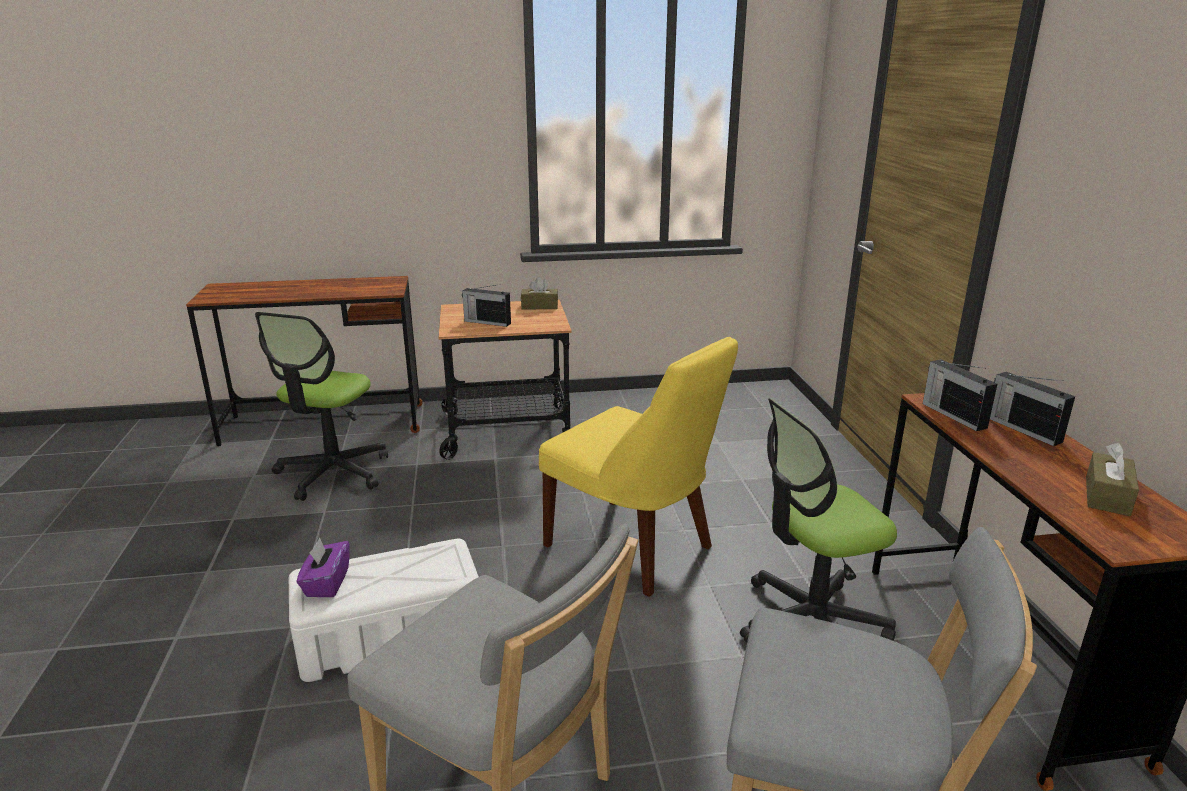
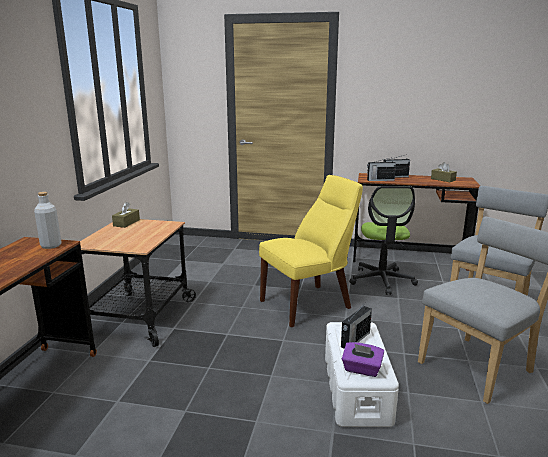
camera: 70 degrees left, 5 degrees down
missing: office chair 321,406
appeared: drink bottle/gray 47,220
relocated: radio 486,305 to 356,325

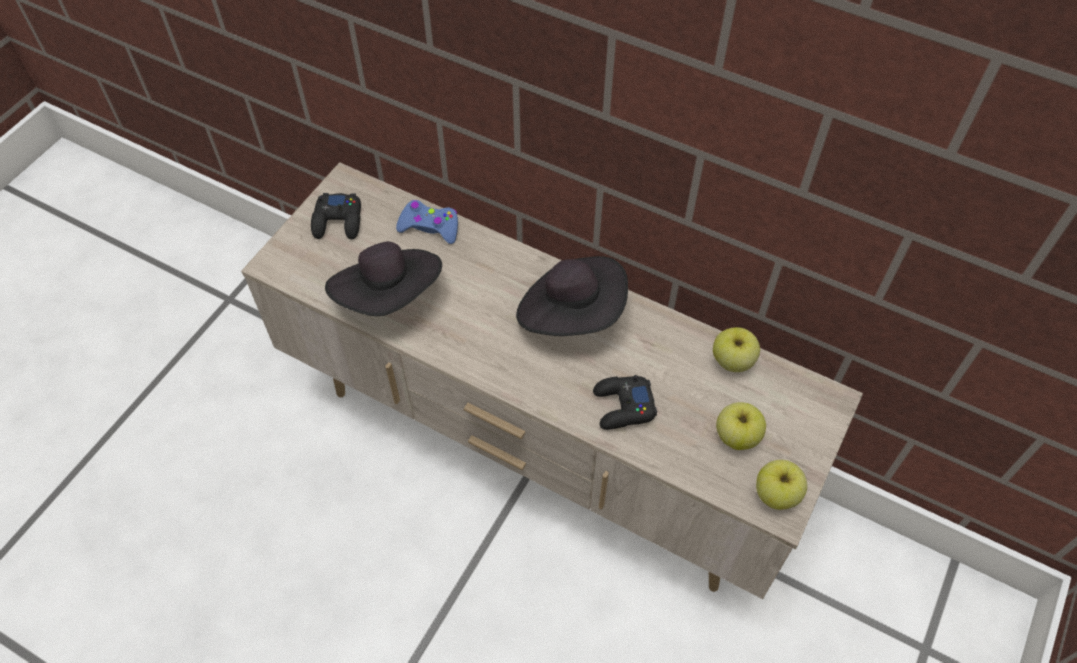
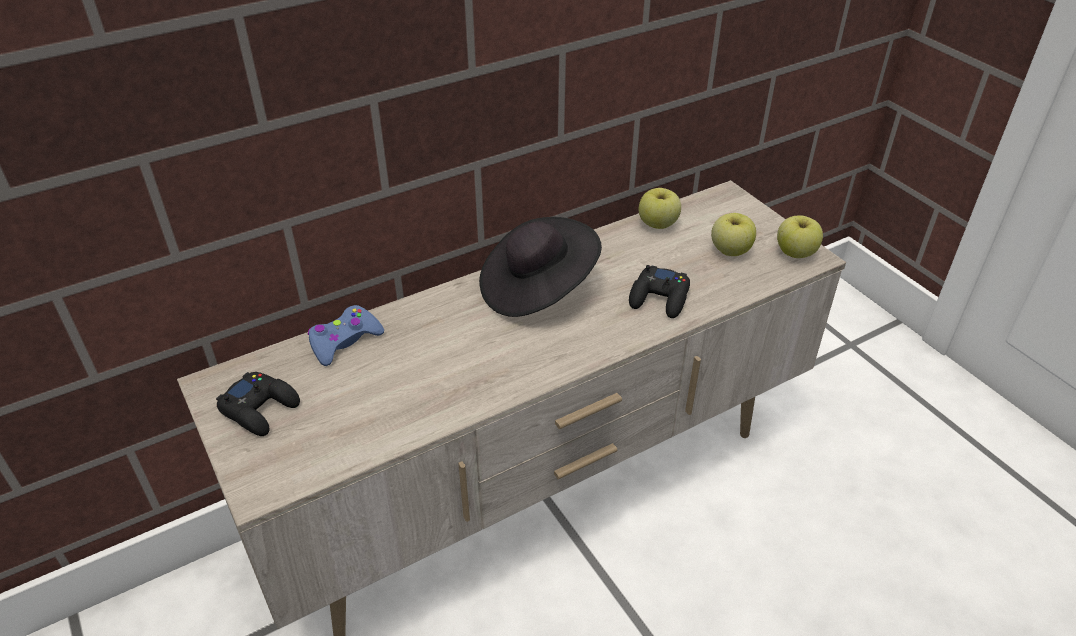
camera: 60 degrees left, 15 degrees down
missing: wearable hat/black-coloured 383,278

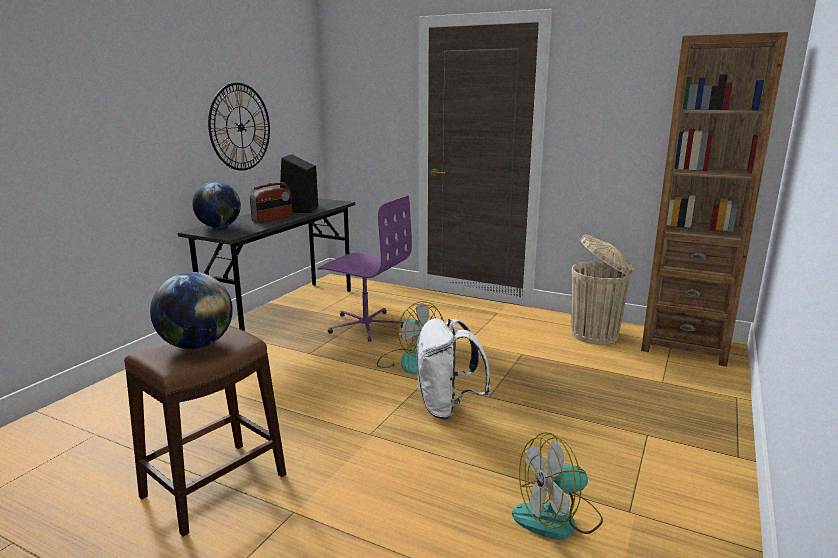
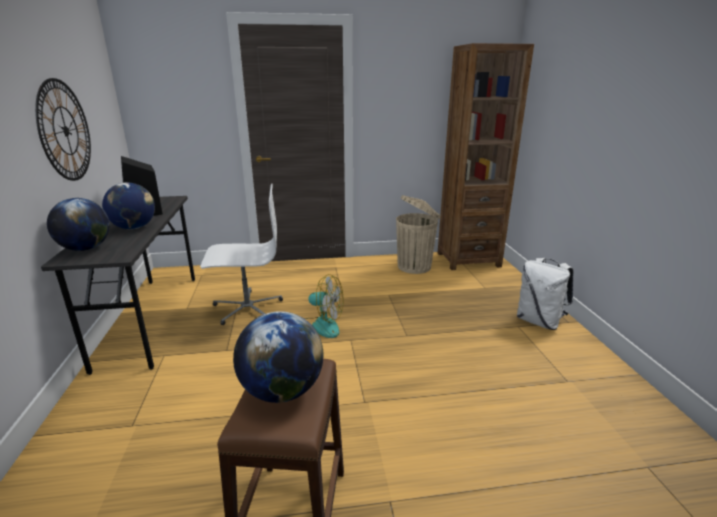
camera: 35 degrees left, 5 degrees up
missing: electric fan 557,486
relocated: rucksack/white-coloured 454,369 to 545,294
exchanged: radio 271,202 to desk globe 128,205
colour: office chair/purple-coloured 365,268 to office chair/white-coloured 241,254

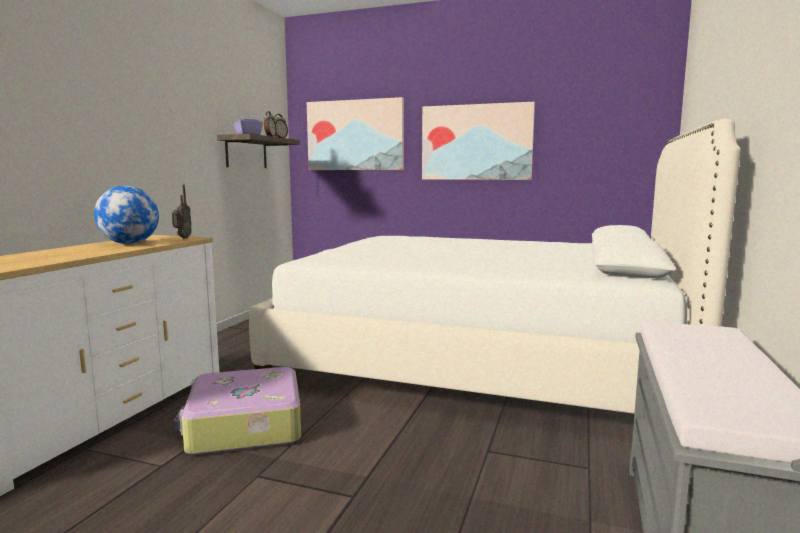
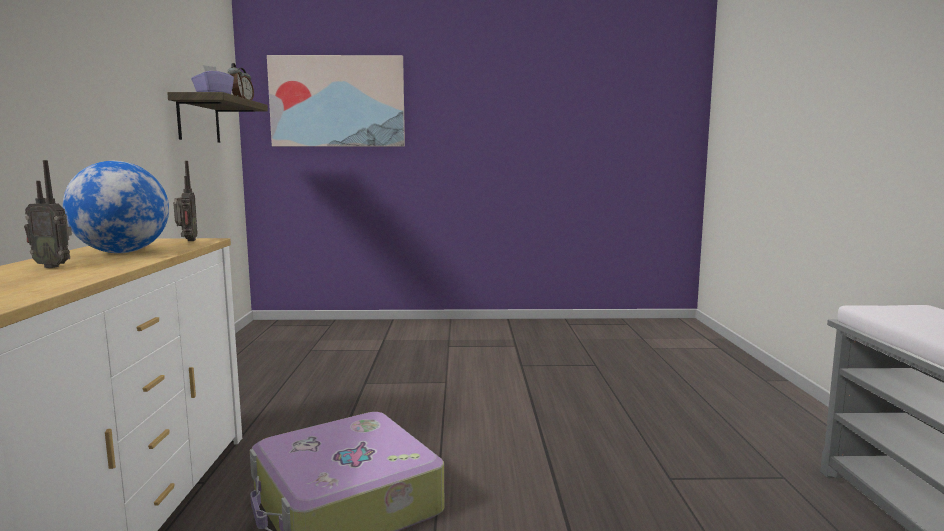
camera: 20 degrees left, 0 degrees up
missing: picture 478,141; bedroom bed/white-coloured 495,266
appeared: radio 48,214

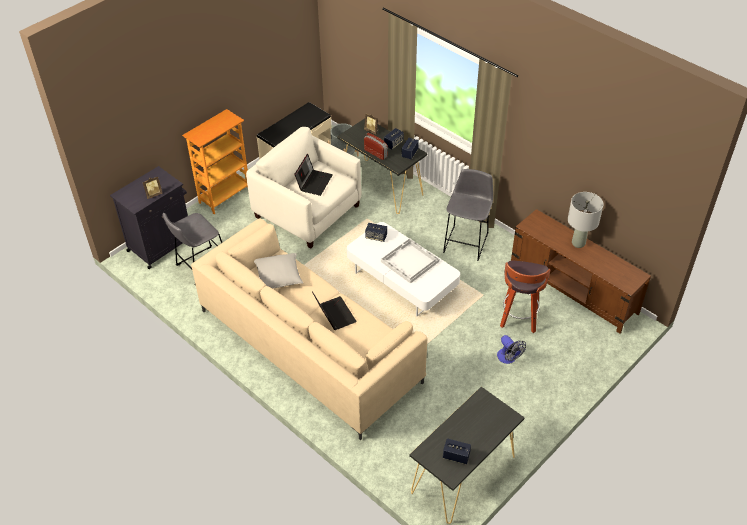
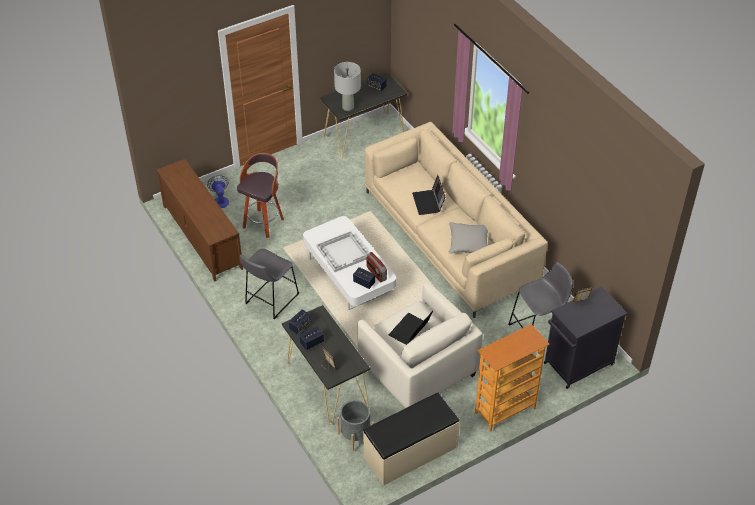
camera: 165 degrees left, 0 degrees up
relocated: radio 376,146 to 377,267; lamp for a table/gray 585,220 to 347,86; electric fan 511,349 to 218,191

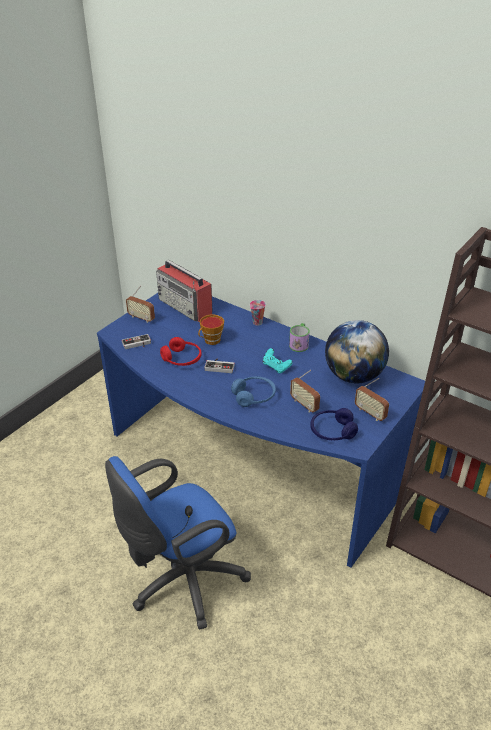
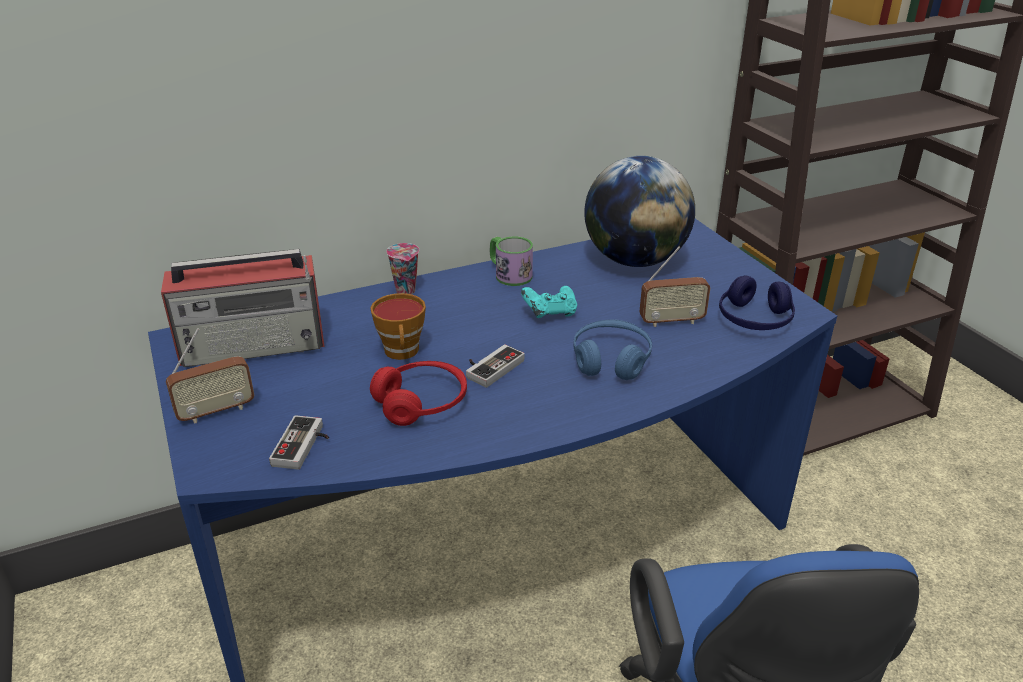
camera: 60 degrees left, 5 degrees down
missing: radio 372,399

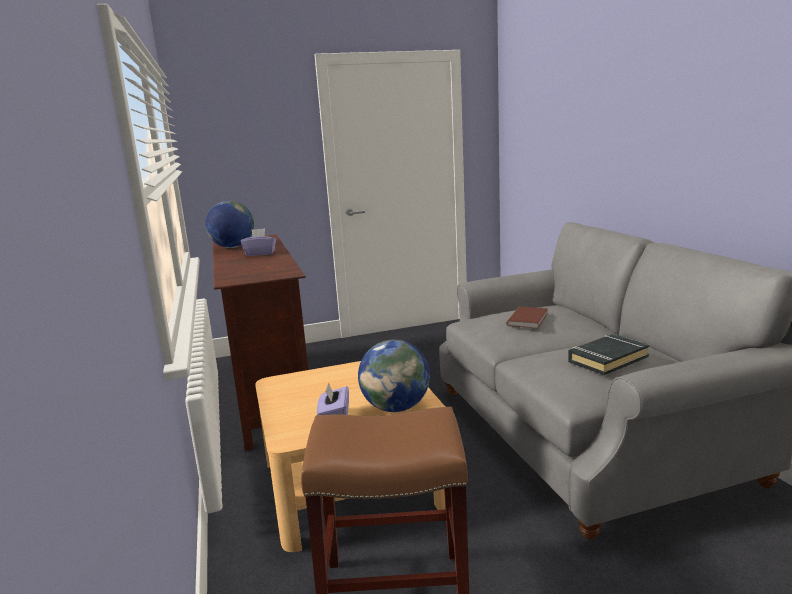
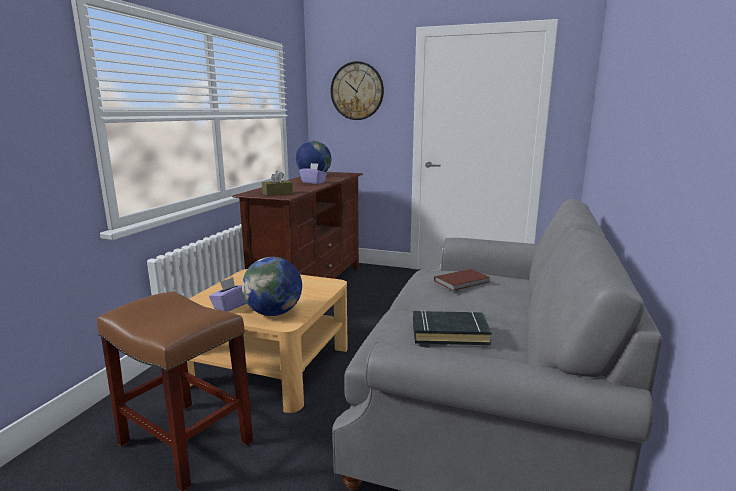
camera: 35 degrees right, 0 degrees up
appeared: wall clock 357,90; tissue holder/brownish 277,183

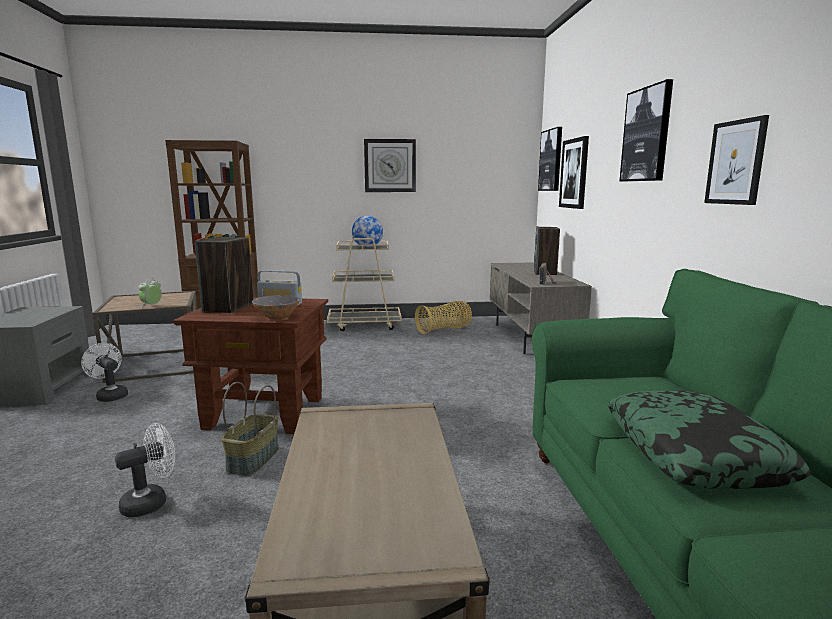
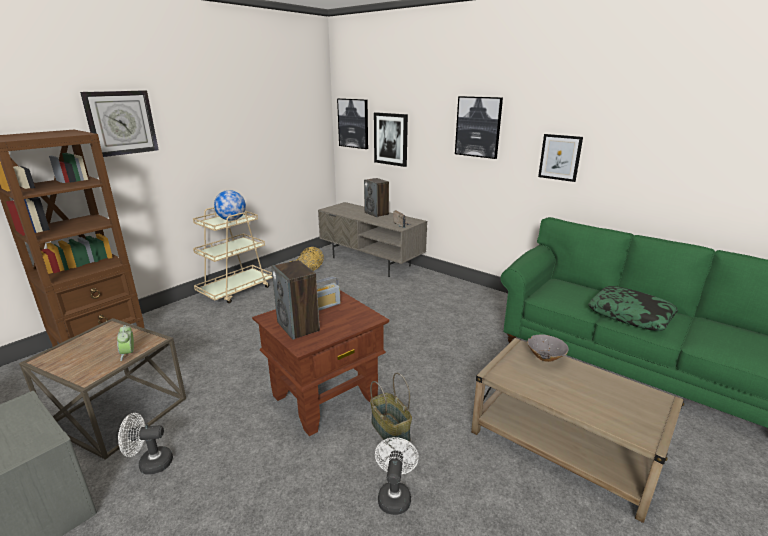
camera: 45 degrees left, 10 degrees up
relocated: wall clock 390,165 to 119,123; bowl/gray 276,307 to 548,348

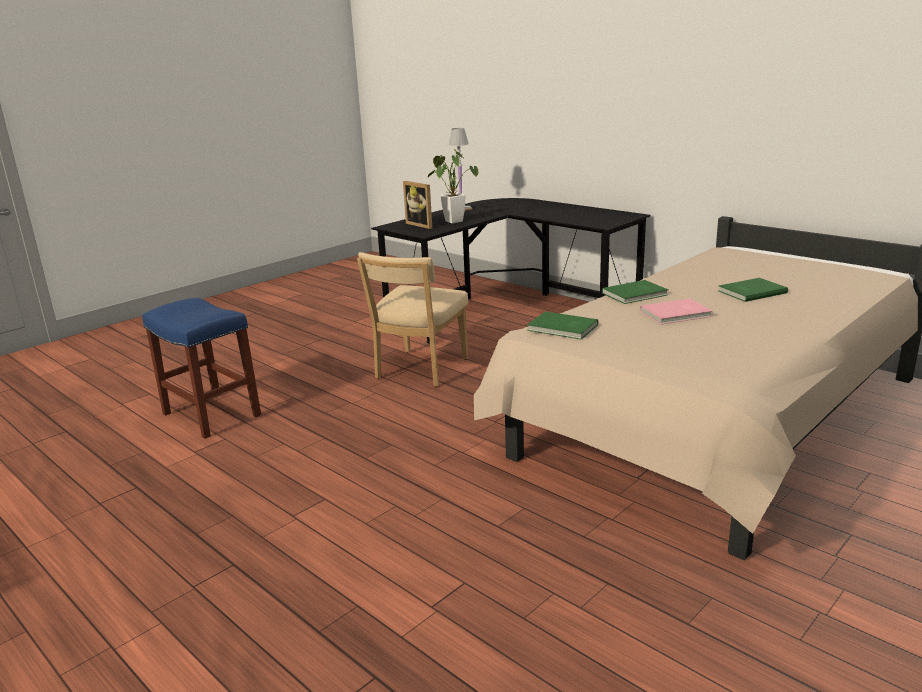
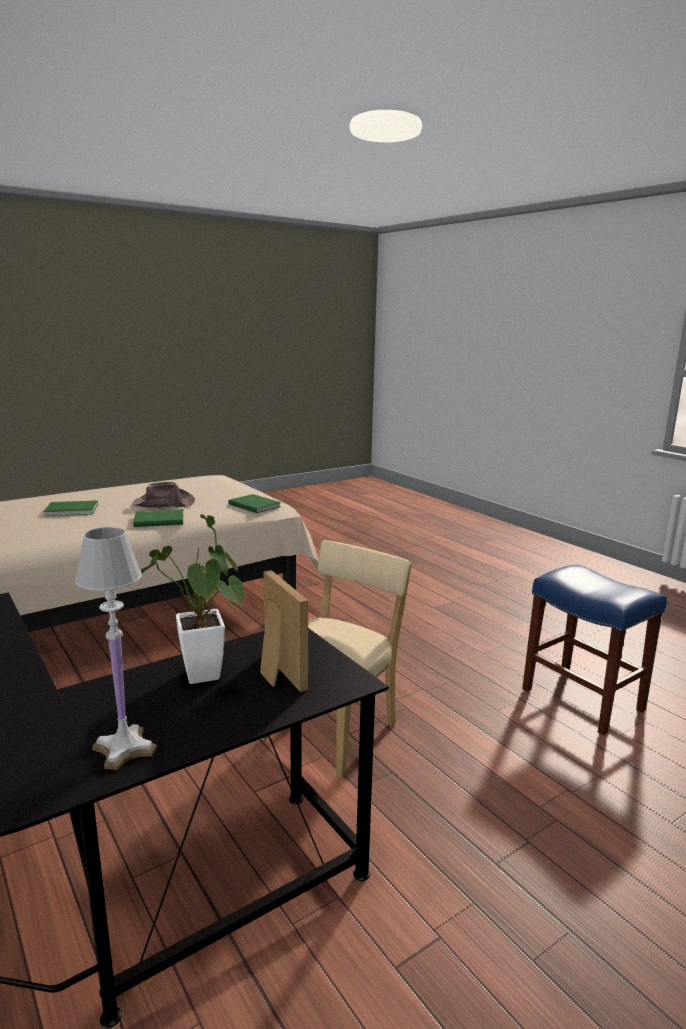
camera: 170 degrees left, 5 degrees down
exchanged: volume/pink-coloured 676,311 to wearable hat/brownish 163,495

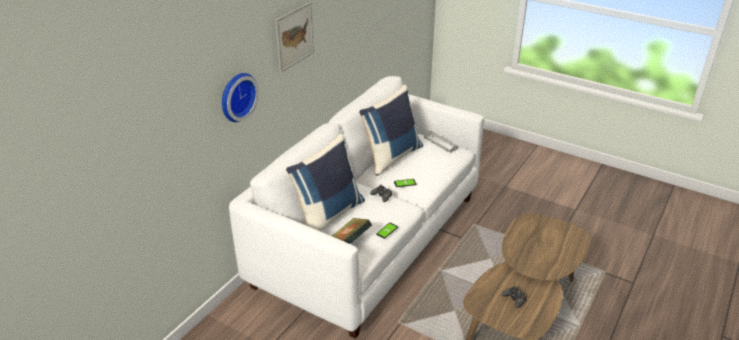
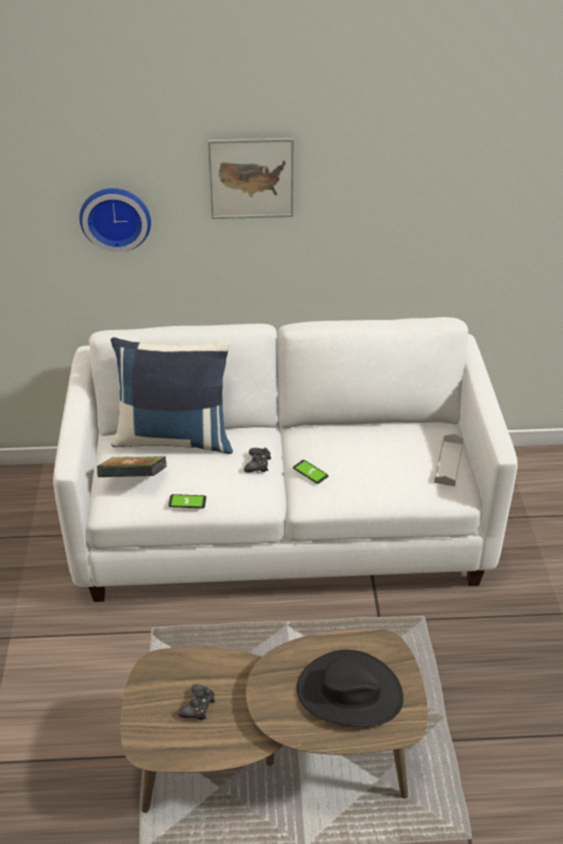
camera: 55 degrees right, 5 degrees up
missing: cushion/blue-coloured 391,130
appeared: wearable hat/black-coloured 350,688

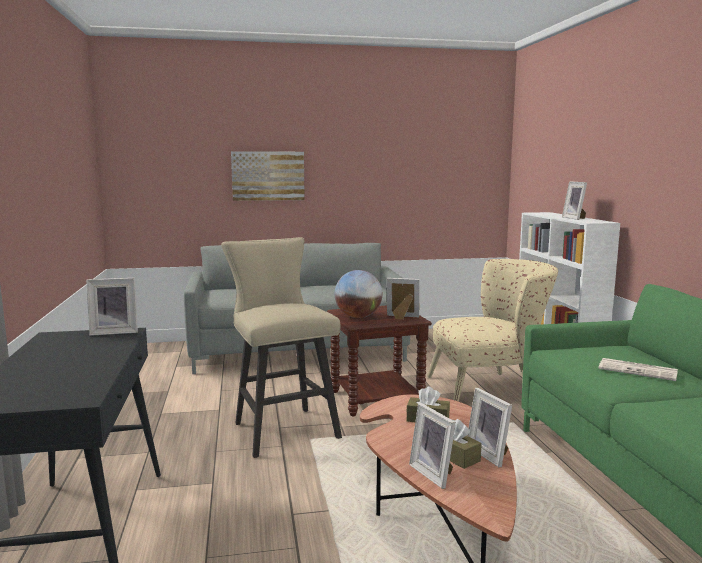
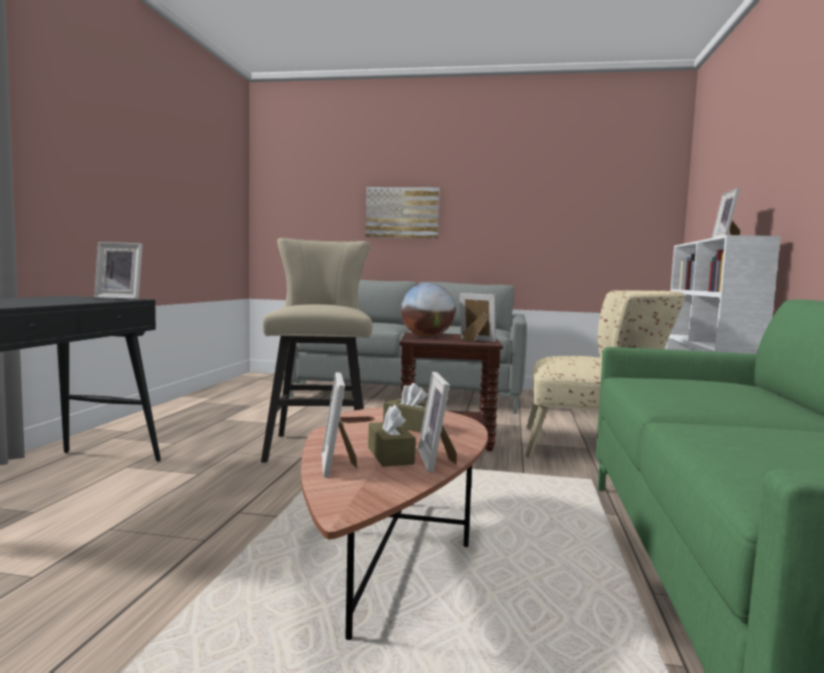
camera: 20 degrees right, 5 degrees down
missing: printed paper 638,369

